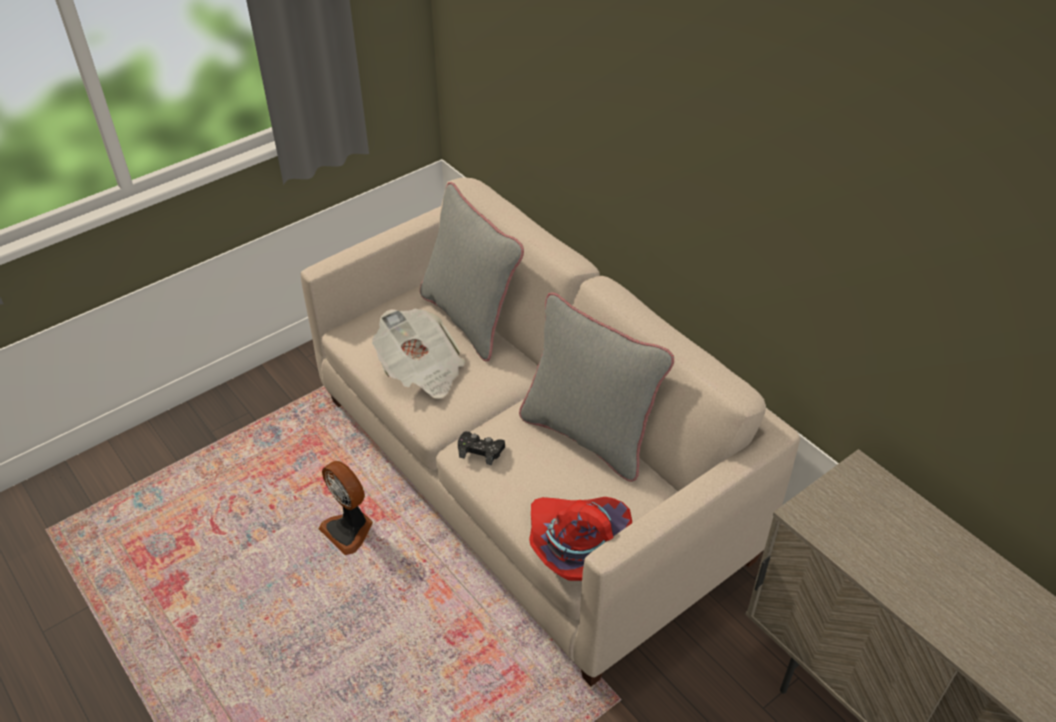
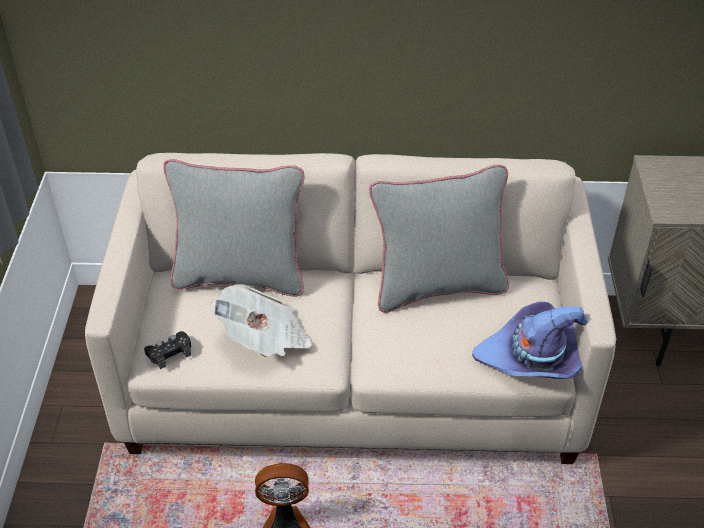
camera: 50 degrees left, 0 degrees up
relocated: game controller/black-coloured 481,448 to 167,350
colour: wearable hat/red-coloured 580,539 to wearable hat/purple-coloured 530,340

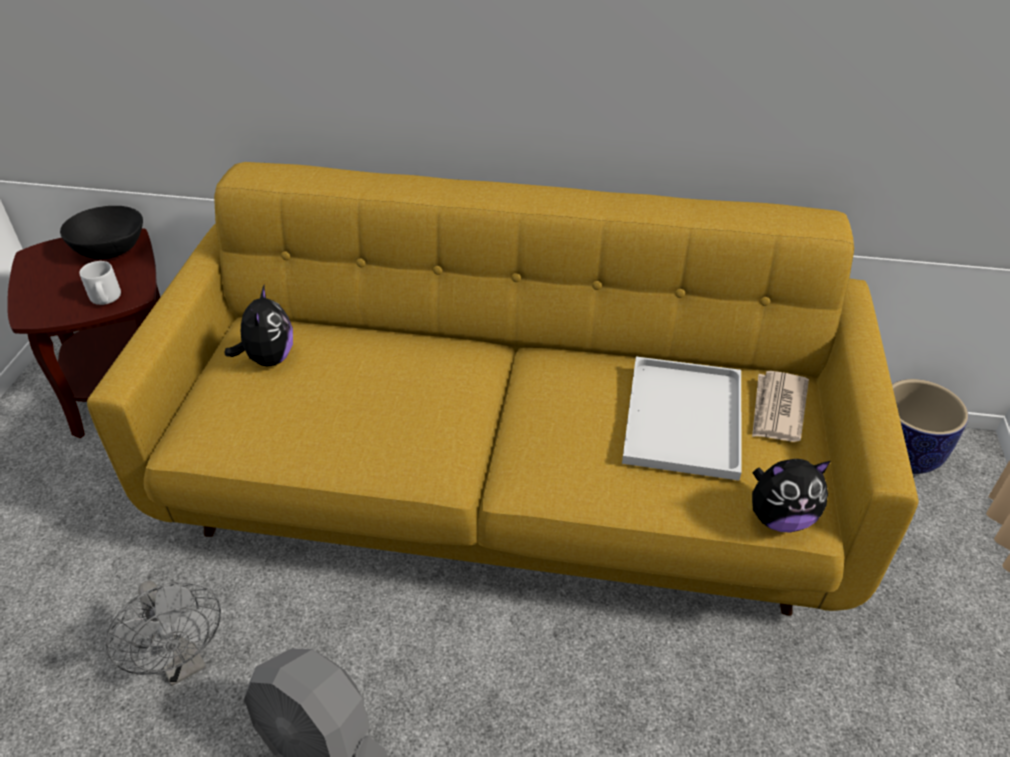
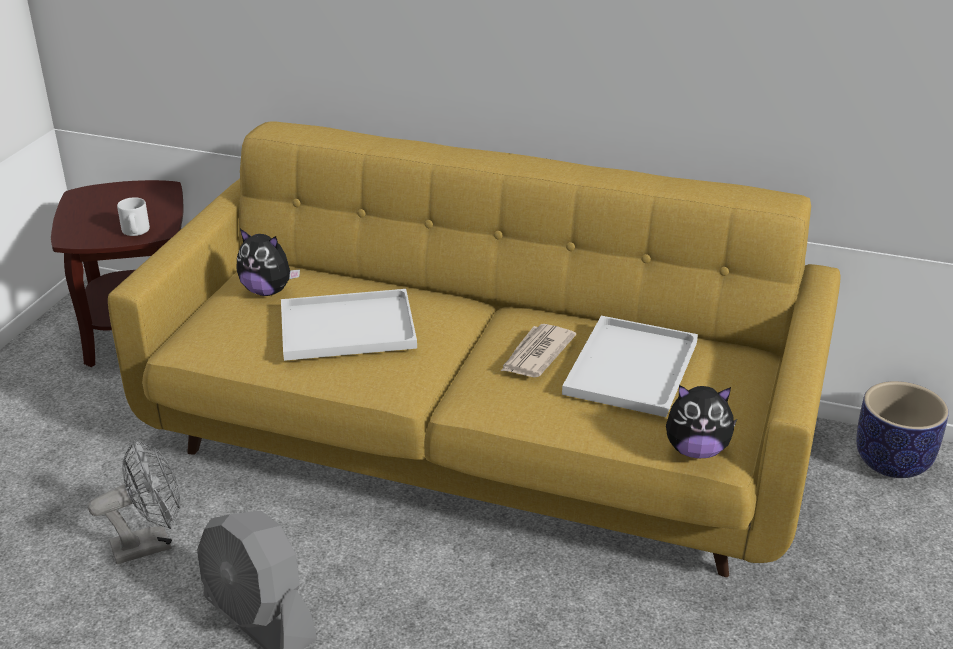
camera: 10 degrees right, 10 degrees down
missing: bowl/black-coloured 101,232
appeared: serving tray/white-coloured 349,325
relocated: printed paper 780,406 to 538,350
spun: cuddly toy 259,325 = 268,262 105 degrees clockwise; electric fan/gray 163,633 = 134,501 90 degrees counterclockwise

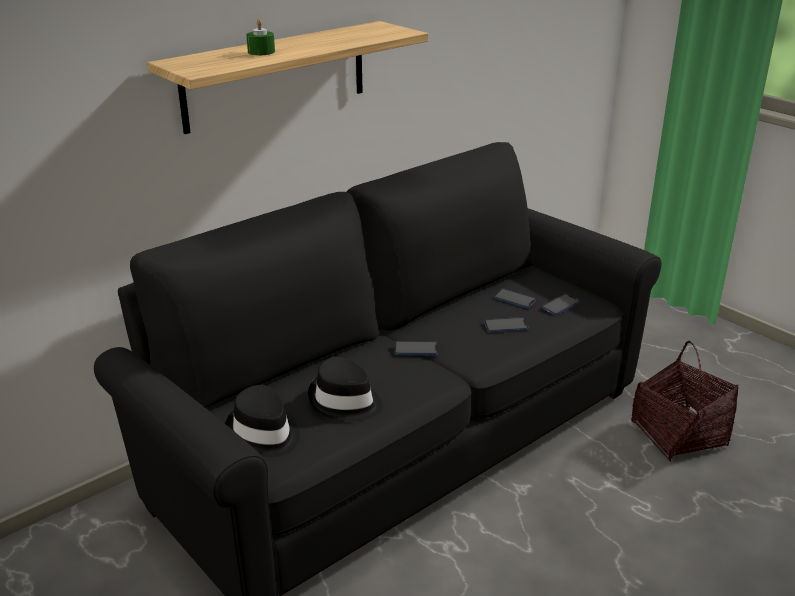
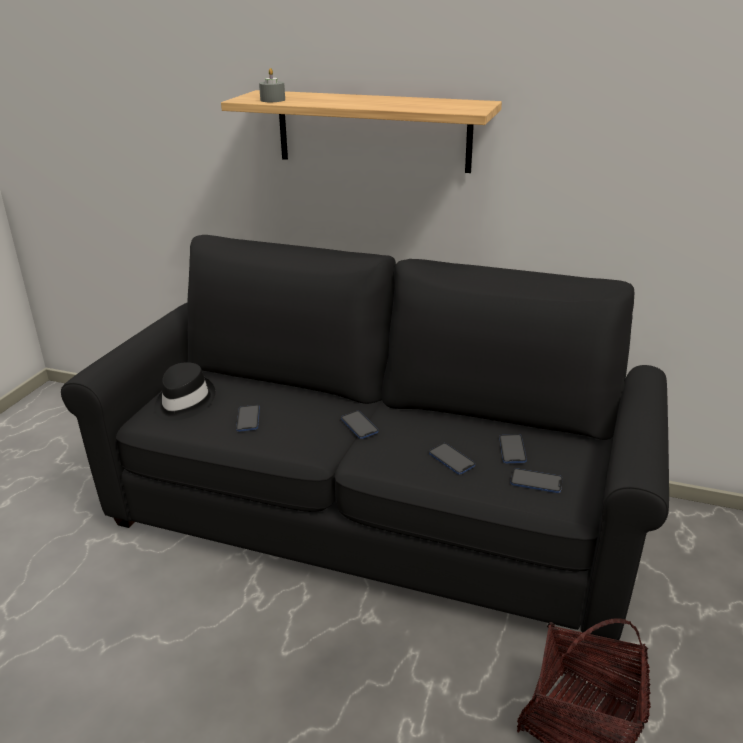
camera: 60 degrees right, 0 degrees up
missing: wax candle/green 260,37
appeared: wax candle/gray 272,85
exchanged: wearable hat/black-coloured 345,389 to handset 248,418

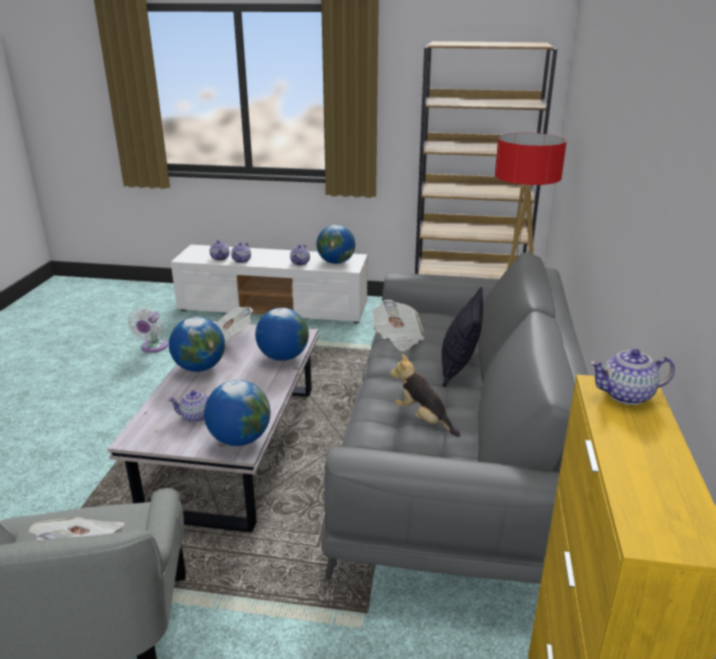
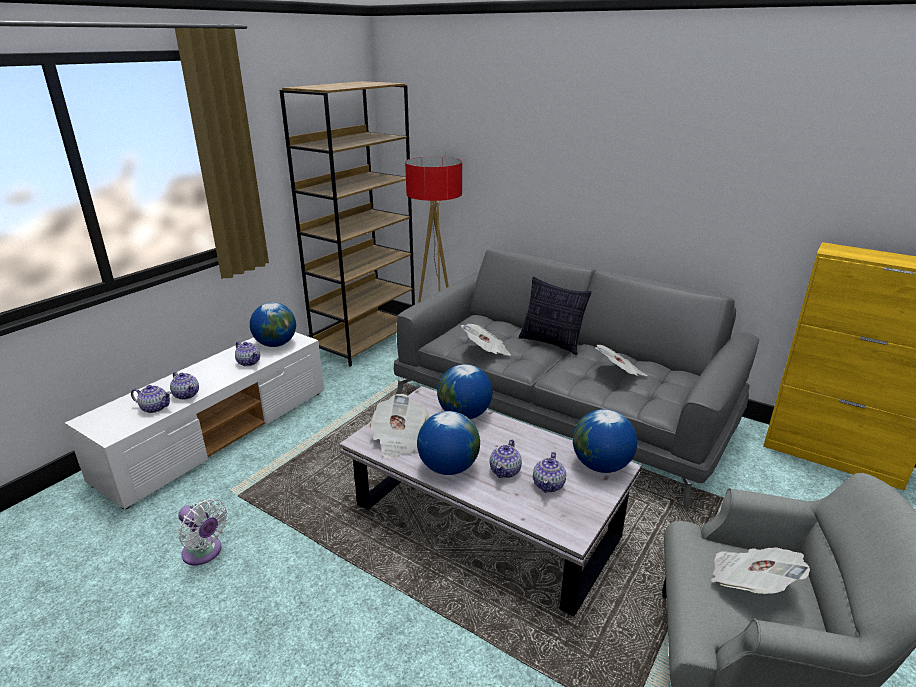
camera: 65 degrees left, 0 degrees up
relocated: teapot 632,377 to 506,458
exchanged: cuddly toy 425,395 to printed paper 621,360

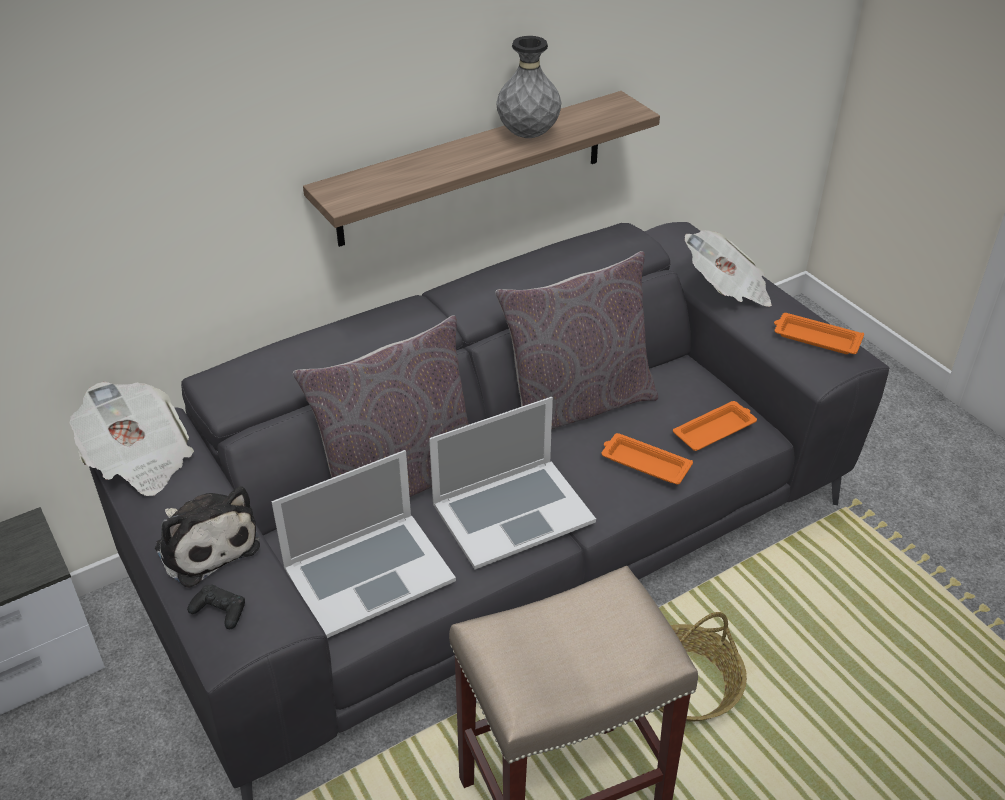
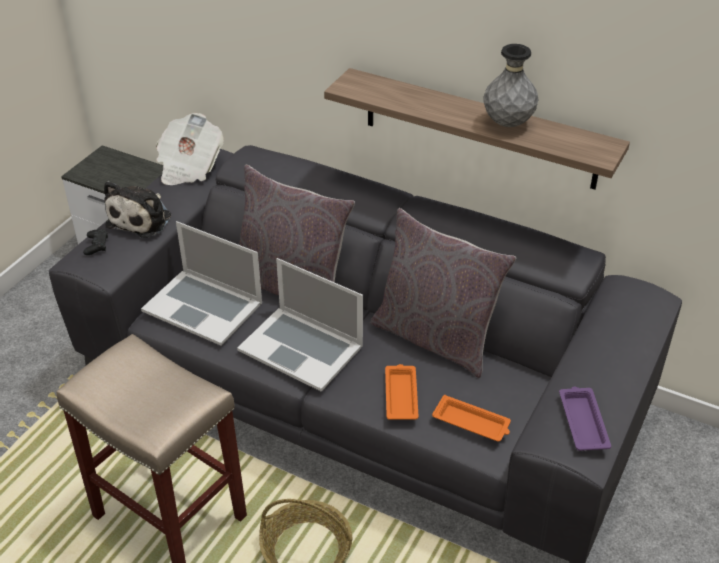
camera: 60 degrees right, 0 degrees up
missing: printed paper 728,268
colour: serving tray/orangey 819,333 to serving tray/purple-coloured 585,419

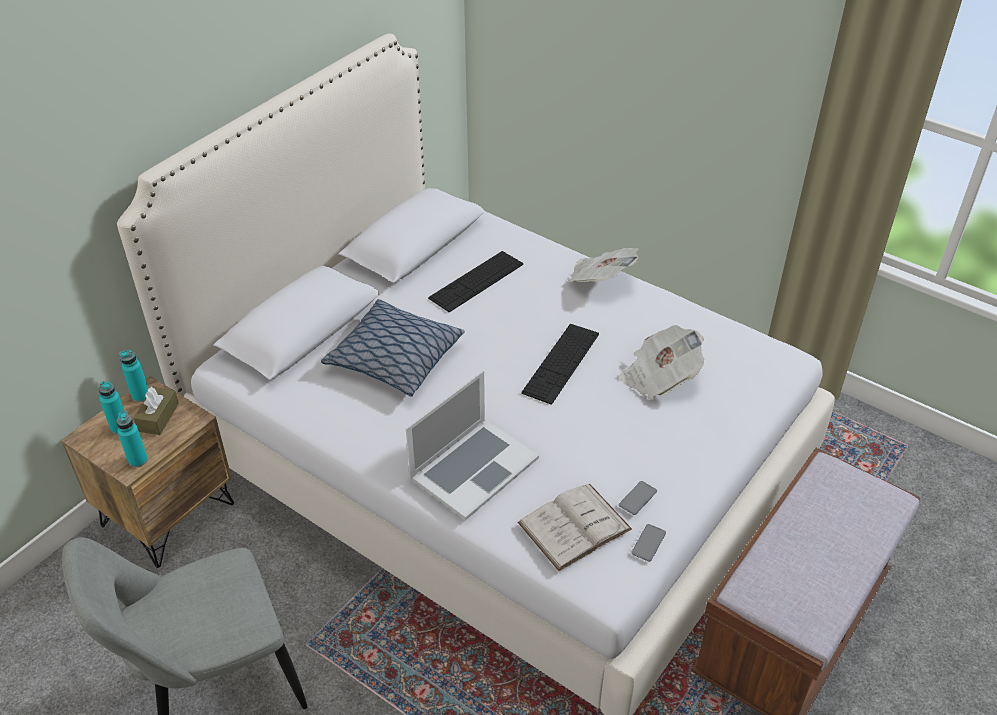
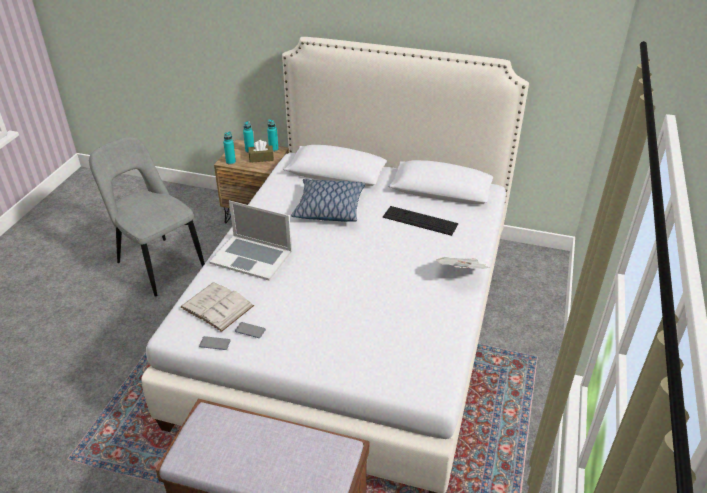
camera: 70 degrees right, 5 degrees down
missing: PC keyboard 560,364; printed paper 662,362

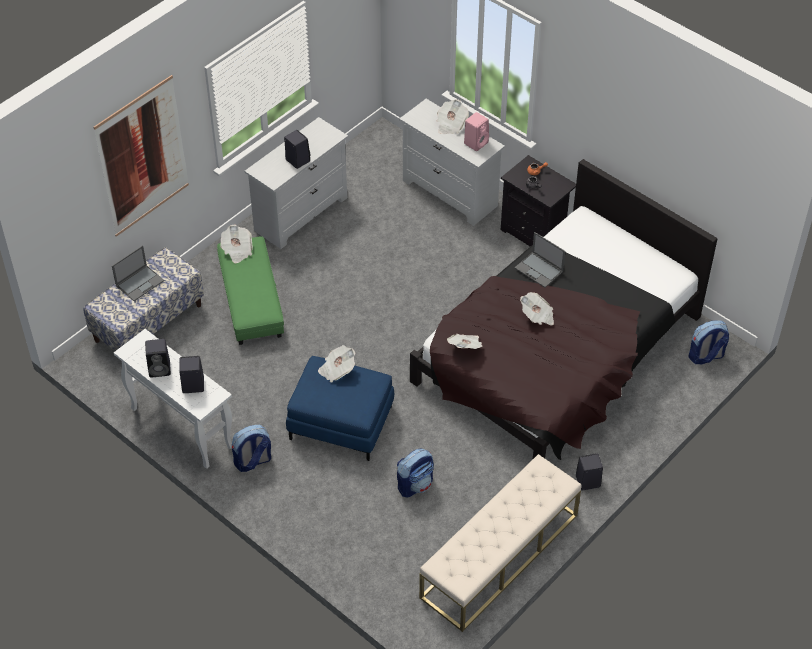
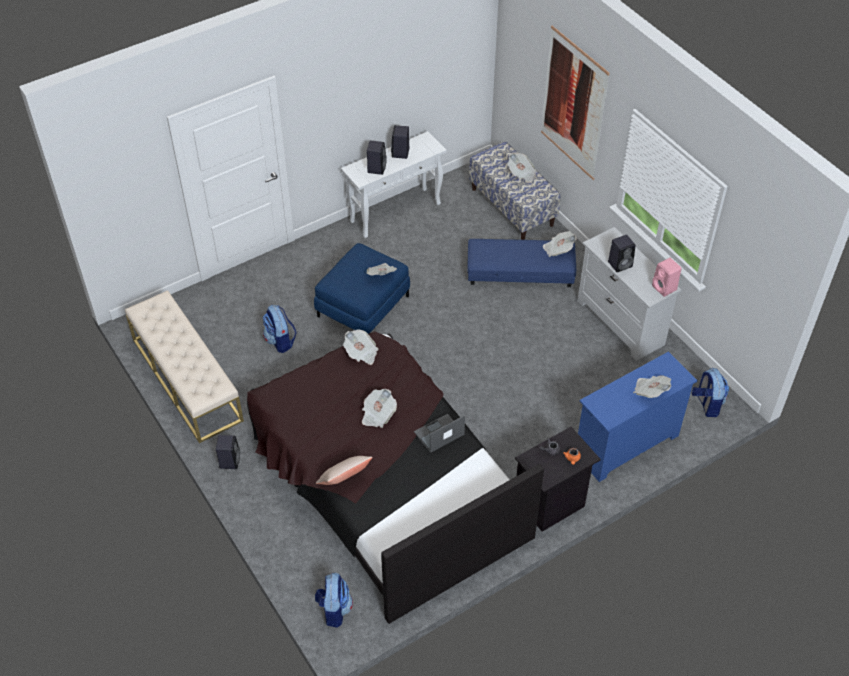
camera: 105 degrees right, 0 degrees up
appeared: cushion/beige 344,470
relocated: loudspeaker/pink-coloured 476,131 to 667,277; rucksack 251,448 to 710,392
exchanged: laptop 138,273 to printed paper 521,168
colour: dresser/white-coloured 452,162 to dresser/blue-coloured 637,417; ottoman/green 250,290 to ottoman/blue-coloured 521,263

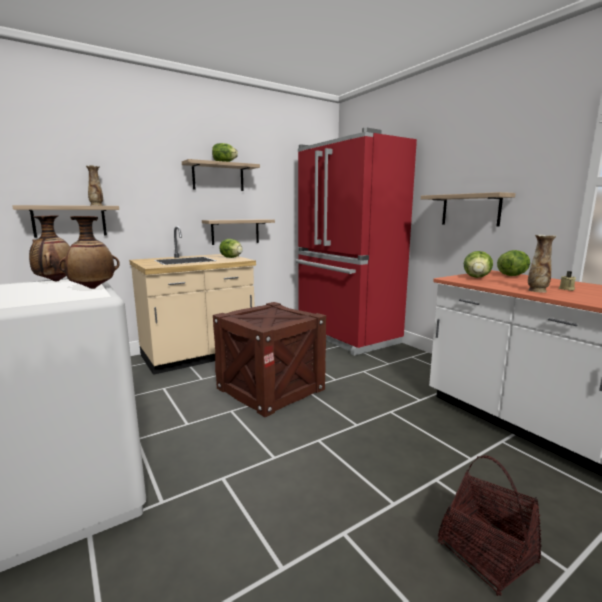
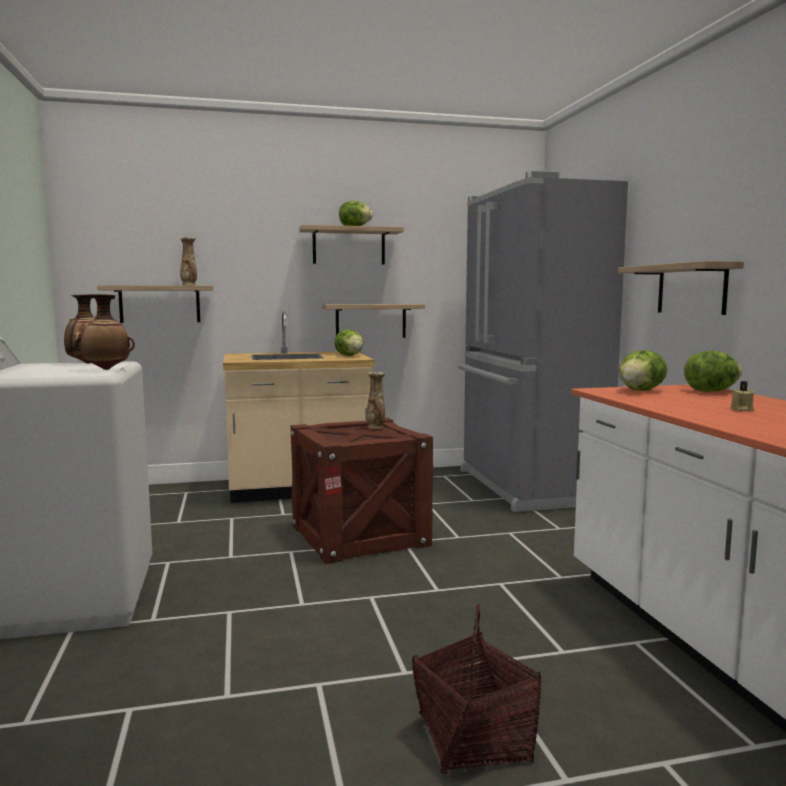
camera: 20 degrees right, 5 degrees down
relocated: vase 542,264 to 375,400
colour: fridge/red-coloured 356,242 to fridge/gray 543,341

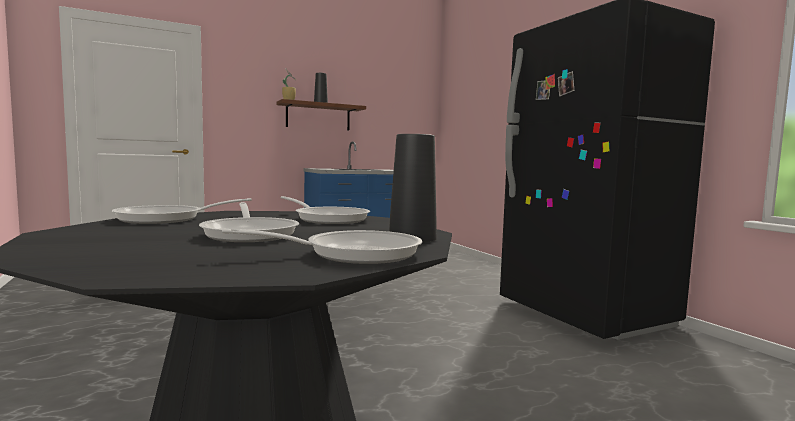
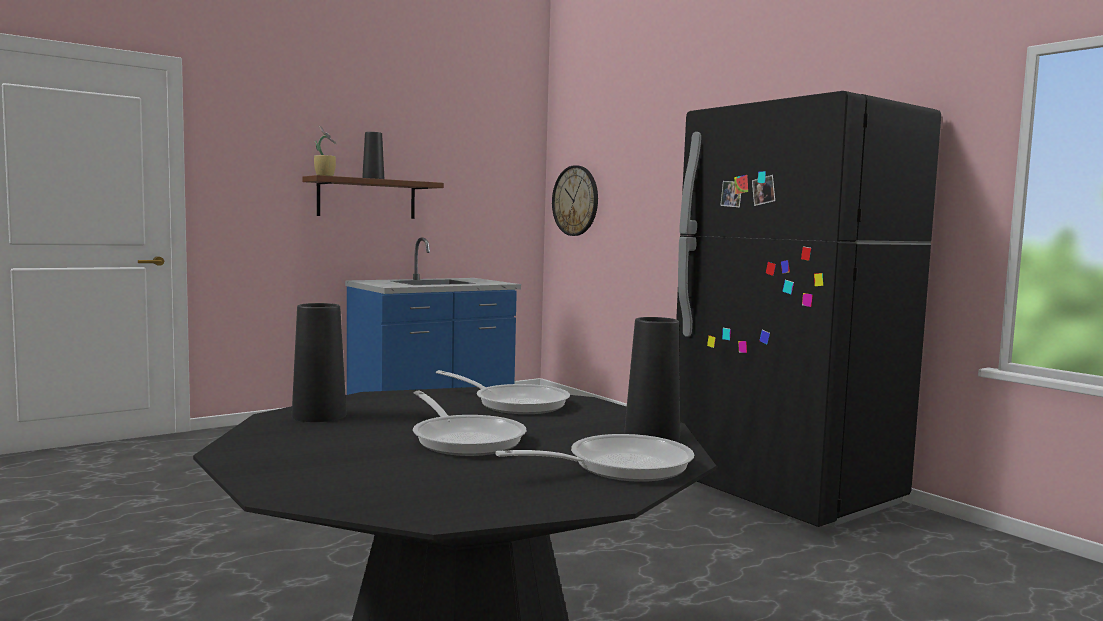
camera: 10 degrees left, 0 degrees up
appeared: wall clock 575,200
exchanged: skillet 182,211 to vase/black-coloured 319,362

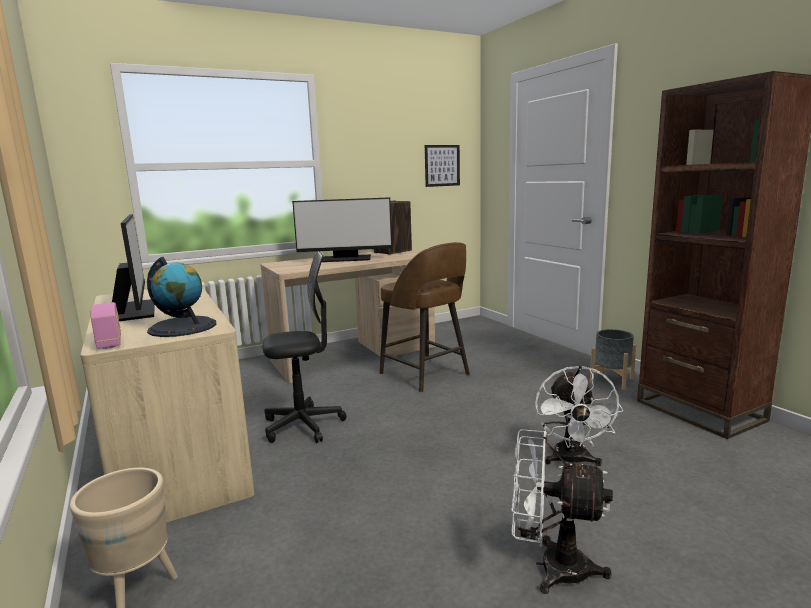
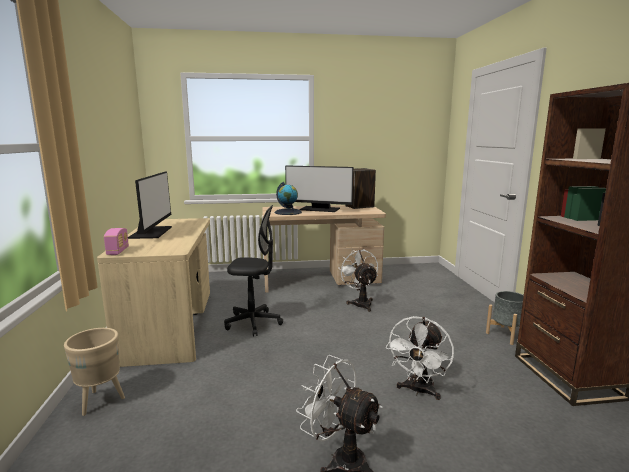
camera: 20 degrees right, 0 degrees up
missing: picture 442,166
relocated: desk globe 181,297 to 288,198
exchanged: sitting stool/brownish 425,317 to electric fan/white-coloured 358,280

